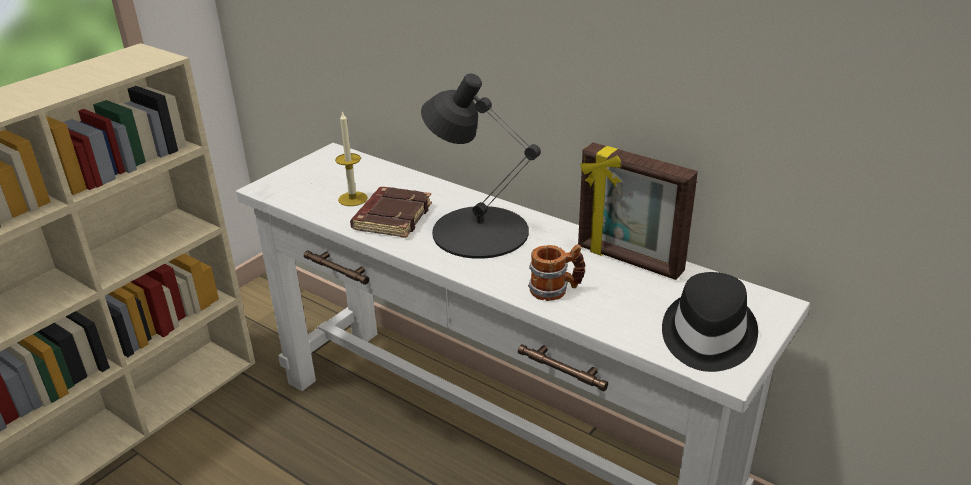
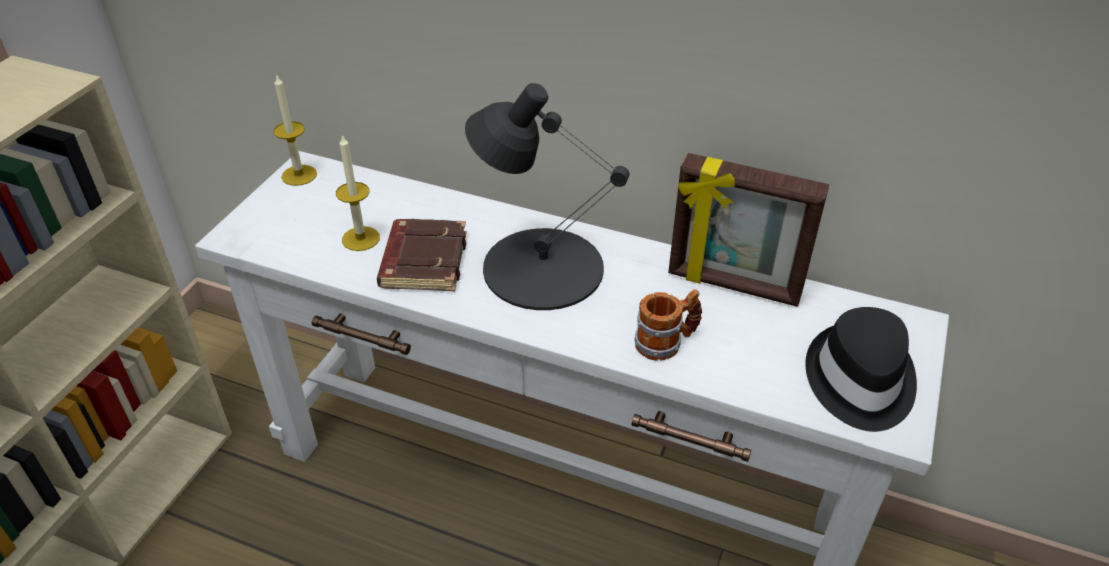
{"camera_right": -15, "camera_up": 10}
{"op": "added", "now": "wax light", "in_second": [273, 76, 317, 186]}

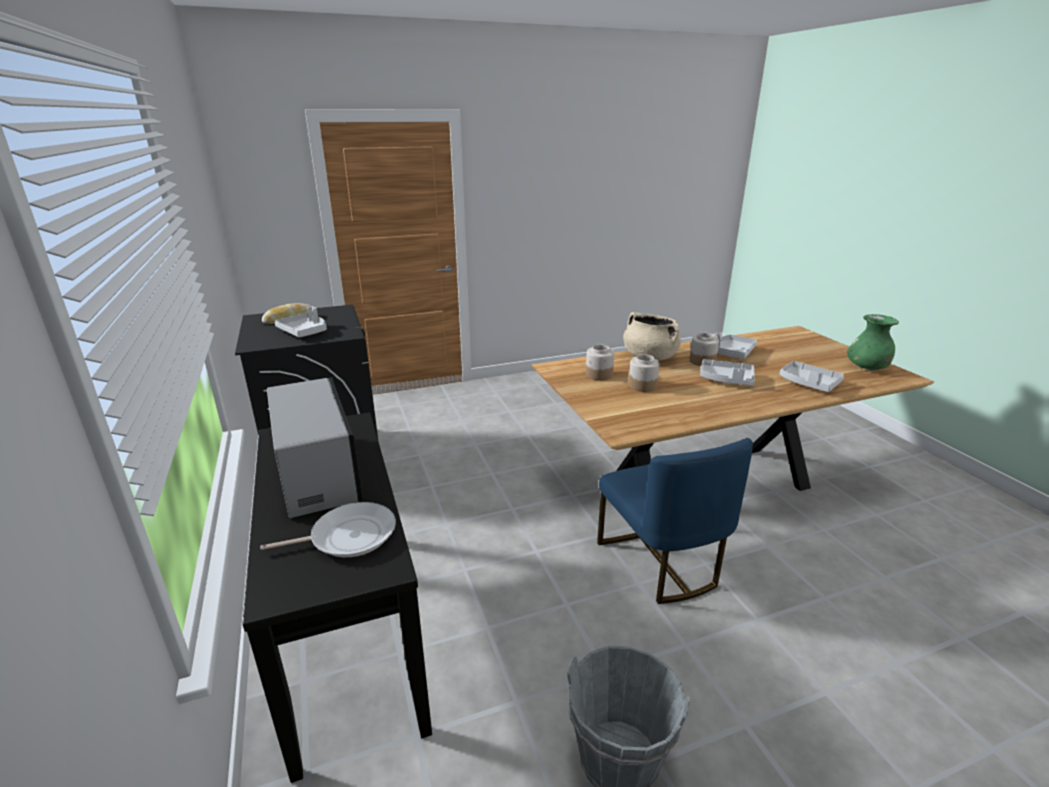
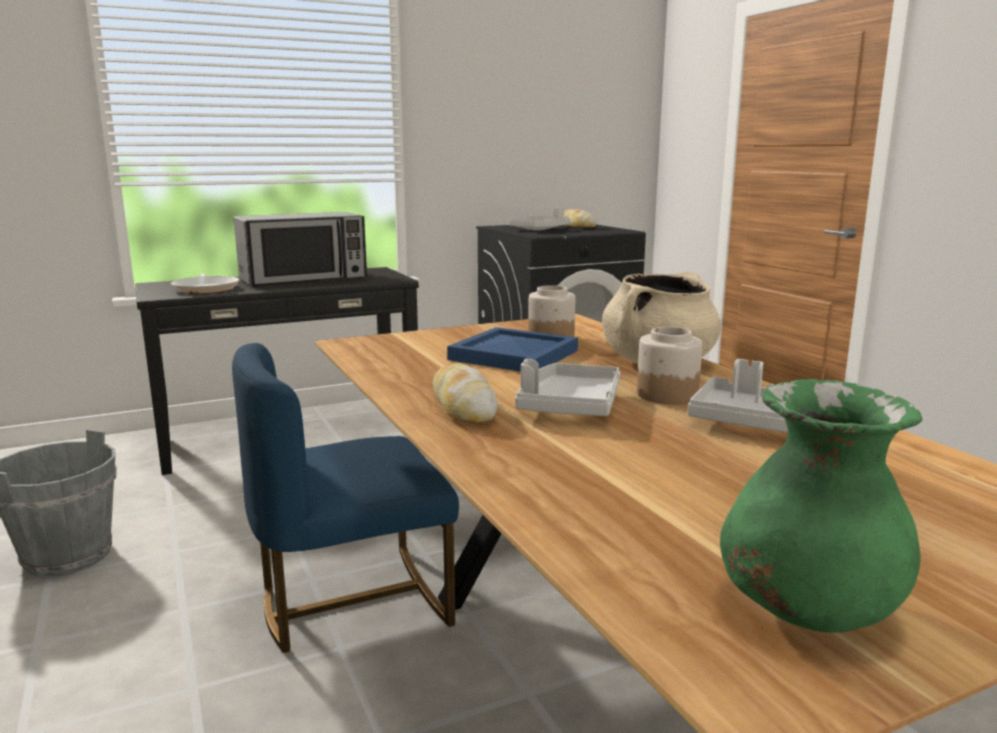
{"camera_right": 85, "camera_up": -10}
{"op": "removed", "was": "grey tray", "in_first": [780, 361, 844, 392]}
{"op": "added", "now": "baked bread", "in_second": [432, 363, 498, 423]}
{"op": "replaced", "was": "jar", "now": "blue-coloured tray", "in_first": [629, 354, 660, 392], "in_second": [447, 327, 578, 372]}

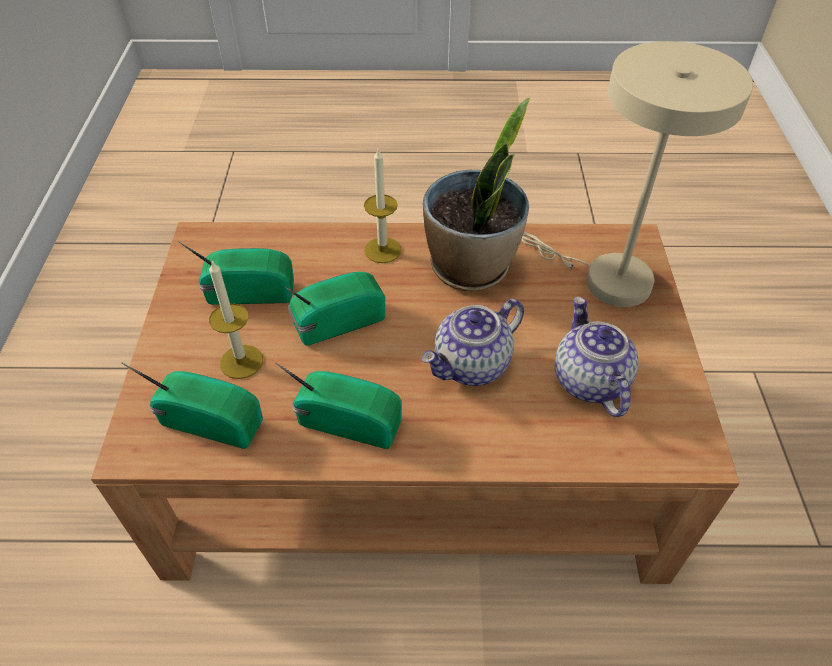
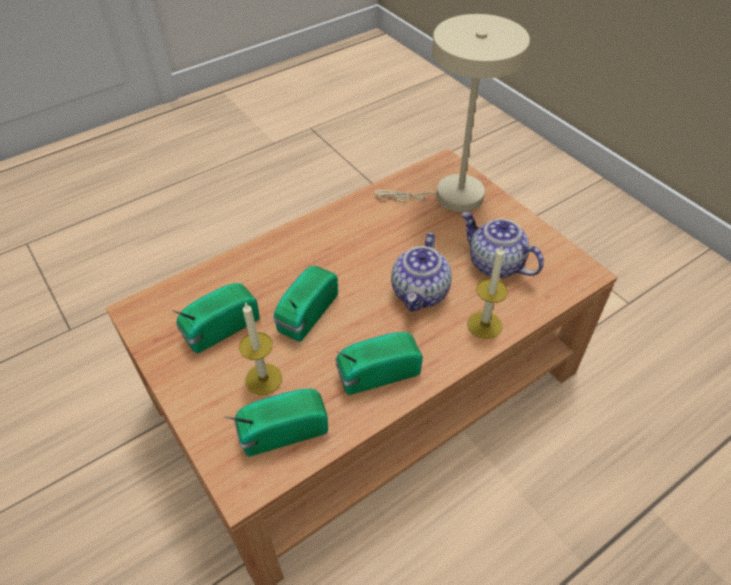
{"camera_right": -35, "camera_up": 0}
{"op": "removed", "was": "potted plant", "in_first": [423, 98, 530, 291]}
{"op": "moved", "was": "wax light", "in_first": [364, 149, 402, 263], "in_second": [467, 246, 508, 339]}

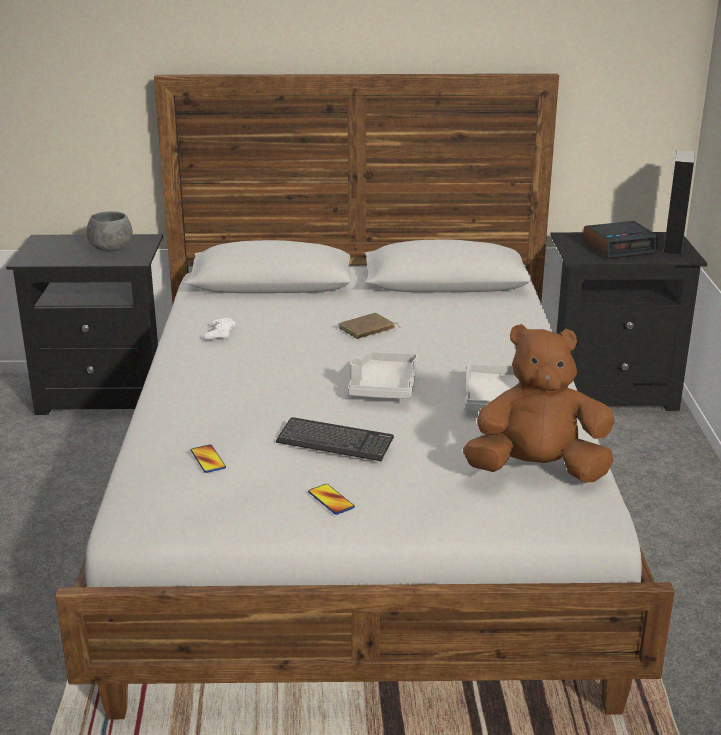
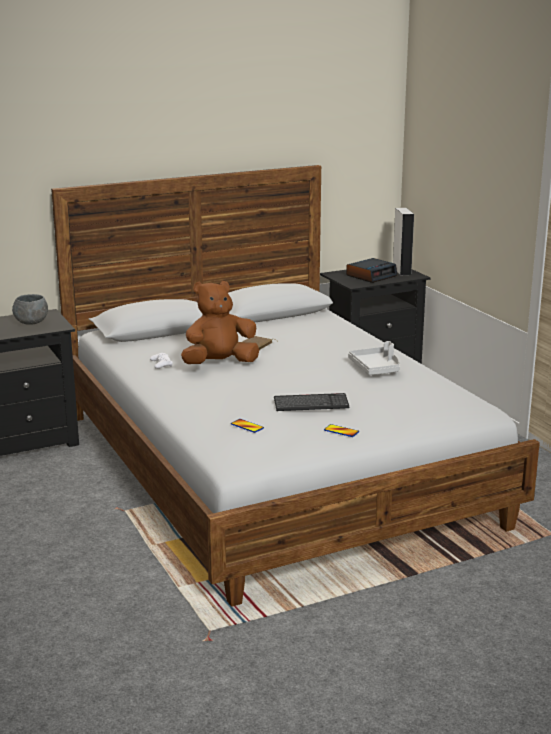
{"camera_right": -25, "camera_up": -5}
{"op": "removed", "was": "grey tray", "in_first": [348, 352, 418, 399]}
{"op": "moved", "was": "brownish plush toy", "in_first": [463, 324, 614, 482], "in_second": [181, 281, 259, 364]}

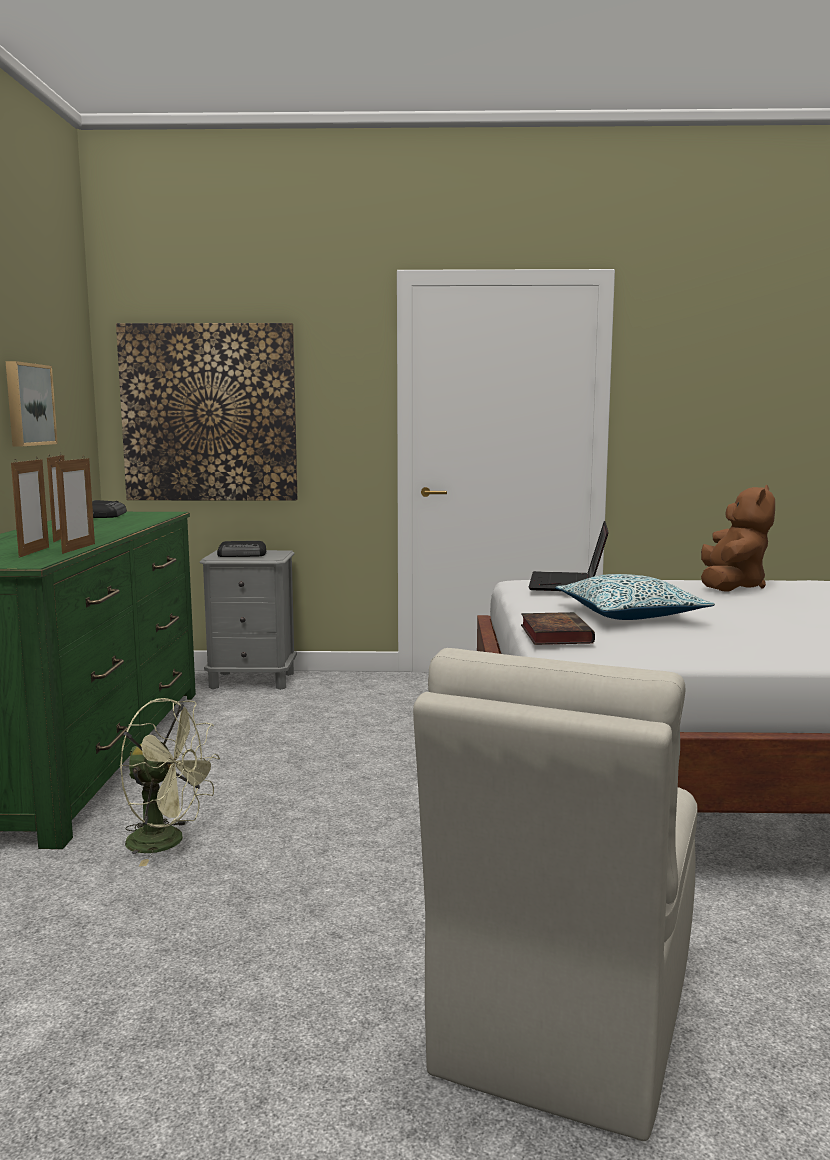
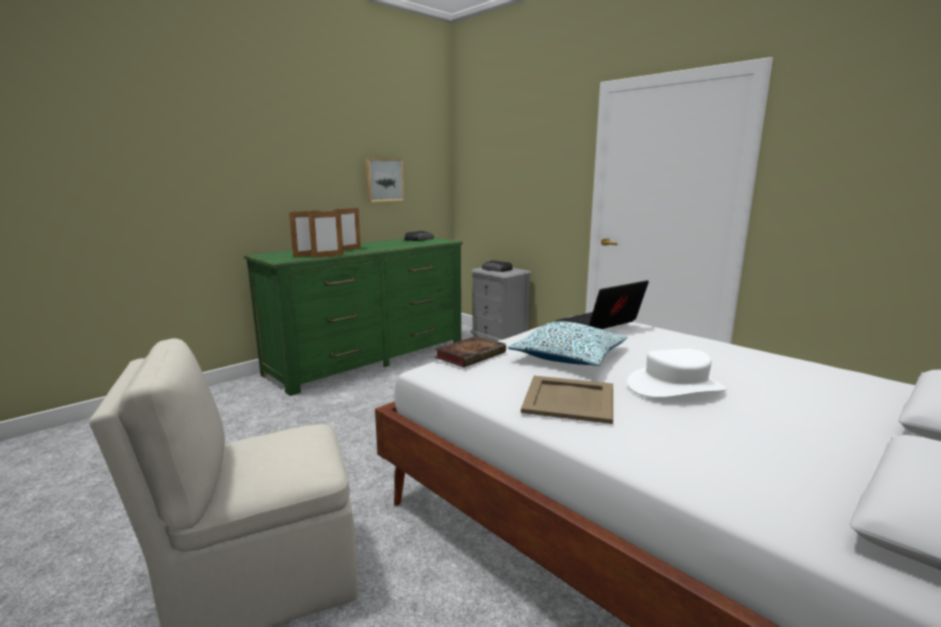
{"camera_right": 45, "camera_up": 5}
{"op": "removed", "was": "picture", "in_first": [116, 323, 298, 501]}
{"op": "removed", "was": "greenish fan", "in_first": [120, 698, 220, 867]}
{"op": "removed", "was": "brownish plush toy", "in_first": [701, 485, 775, 592]}
{"op": "added", "now": "beige-coloured tray", "in_second": [521, 376, 613, 424]}
{"op": "added", "now": "white-coloured hat", "in_second": [627, 349, 727, 398]}

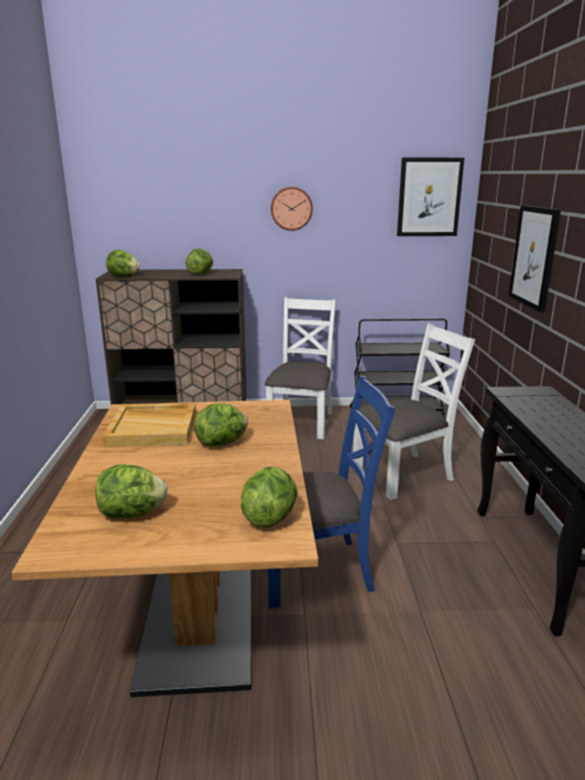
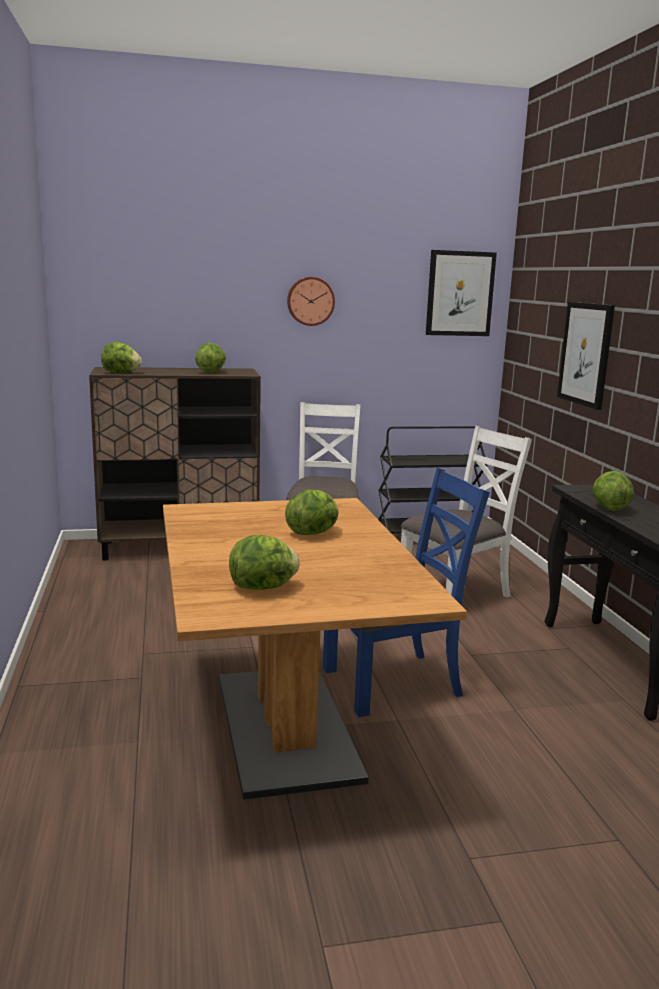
{"camera_right": -10, "camera_up": -5}
{"op": "removed", "was": "beige-coloured tray", "in_first": [102, 403, 196, 447]}
{"op": "moved", "was": "lettuce", "in_first": [241, 466, 297, 528], "in_second": [593, 471, 634, 511]}

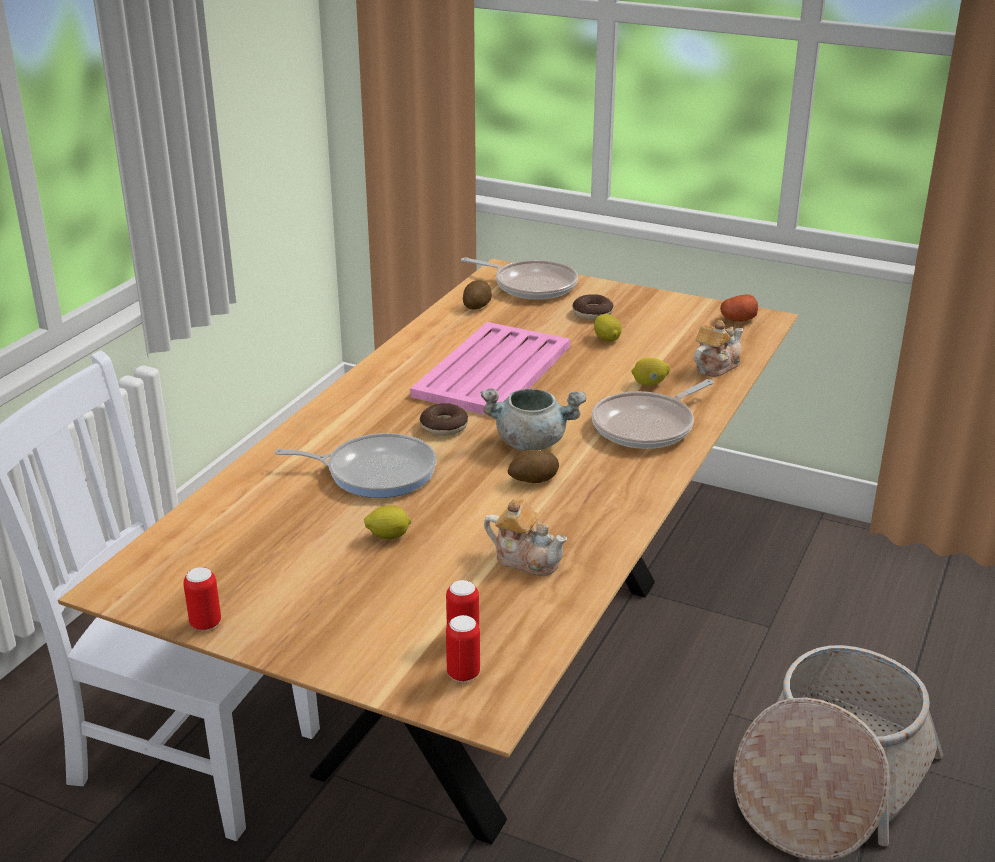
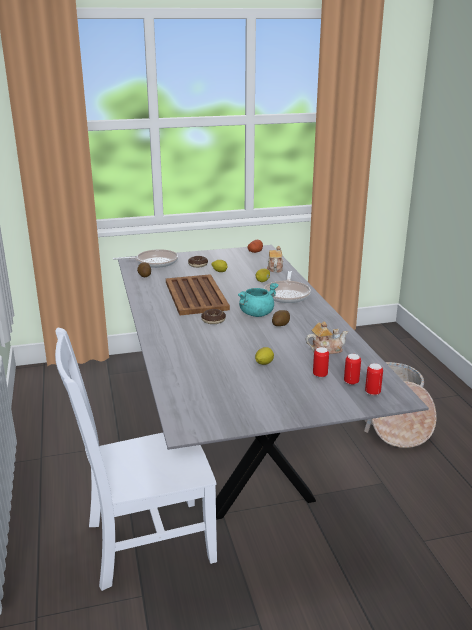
{"camera_right": -40, "camera_up": -5}
{"op": "removed", "was": "frying pan", "in_first": [275, 433, 437, 498]}
{"op": "moved", "was": "sealed can", "in_first": [183, 567, 221, 630], "in_second": [313, 347, 329, 378]}
{"op": "recoloured", "was": "brownish kitchen table", "now": "grey kitchen table", "in_first": [58, 259, 798, 844], "in_second": [118, 245, 429, 520]}
{"op": "recoloured", "was": "pink-coloured tray", "now": "brownish tray", "in_first": [410, 322, 570, 415], "in_second": [166, 274, 230, 315]}
{"op": "recoloured", "was": "grey saucepot", "now": "turquoise saucepot", "in_first": [481, 388, 586, 451], "in_second": [238, 283, 279, 317]}

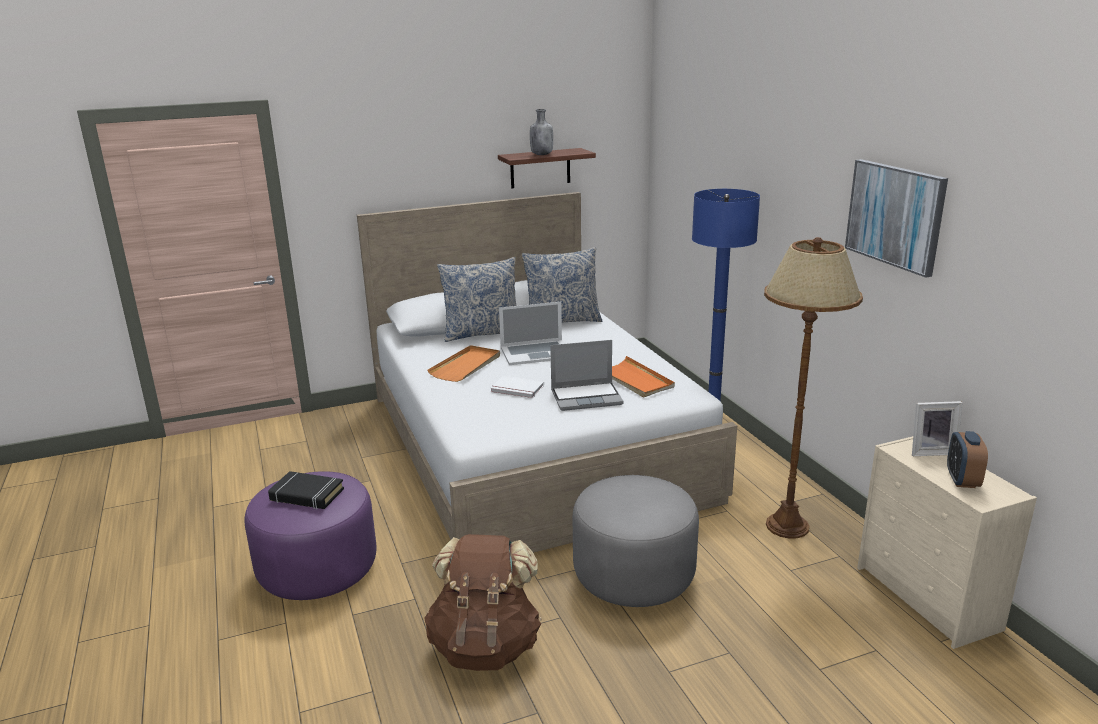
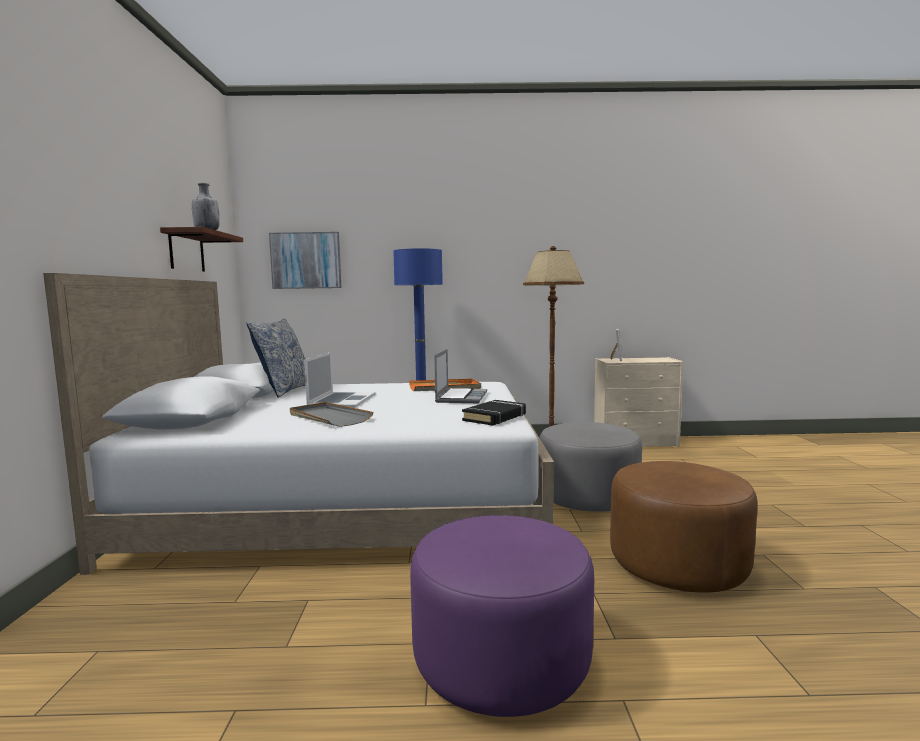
{"camera_right": -70, "camera_up": -15}
{"op": "removed", "was": "throw pillow", "in_first": [437, 257, 517, 342]}
{"op": "removed", "was": "white-coloured bound book", "in_first": [491, 376, 544, 398]}
{"op": "removed", "was": "table clock", "in_first": [947, 431, 988, 488]}
{"op": "moved", "was": "black bound book", "in_first": [268, 471, 344, 509], "in_second": [462, 400, 526, 426]}
{"op": "moved", "was": "picture", "in_first": [845, 159, 948, 278], "in_second": [269, 232, 341, 289]}
{"op": "replaced", "was": "brownish rucksack", "now": "brownish footrest", "in_first": [424, 534, 542, 671], "in_second": [610, 461, 758, 593]}
{"op": "recoloured", "was": "orange-coloured tray", "now": "grey tray", "in_first": [428, 345, 500, 382], "in_second": [290, 402, 374, 427]}

